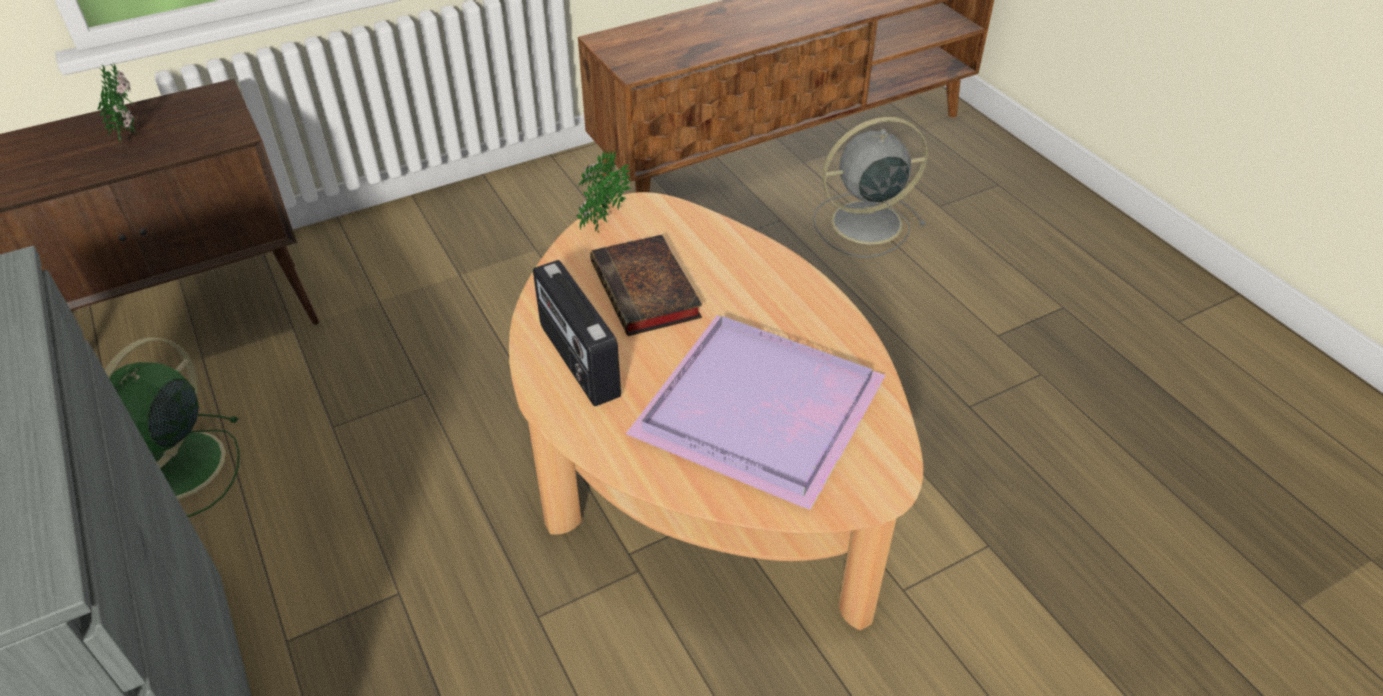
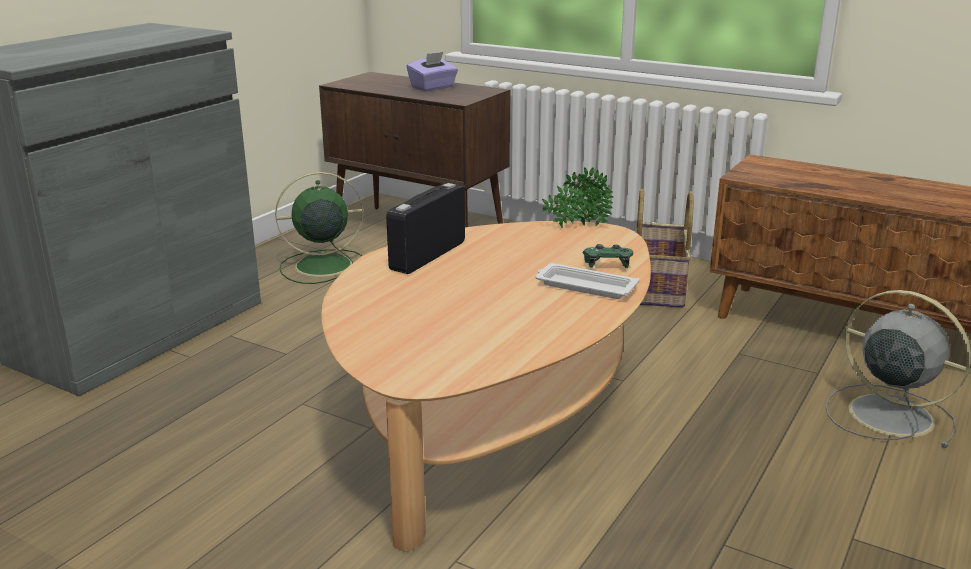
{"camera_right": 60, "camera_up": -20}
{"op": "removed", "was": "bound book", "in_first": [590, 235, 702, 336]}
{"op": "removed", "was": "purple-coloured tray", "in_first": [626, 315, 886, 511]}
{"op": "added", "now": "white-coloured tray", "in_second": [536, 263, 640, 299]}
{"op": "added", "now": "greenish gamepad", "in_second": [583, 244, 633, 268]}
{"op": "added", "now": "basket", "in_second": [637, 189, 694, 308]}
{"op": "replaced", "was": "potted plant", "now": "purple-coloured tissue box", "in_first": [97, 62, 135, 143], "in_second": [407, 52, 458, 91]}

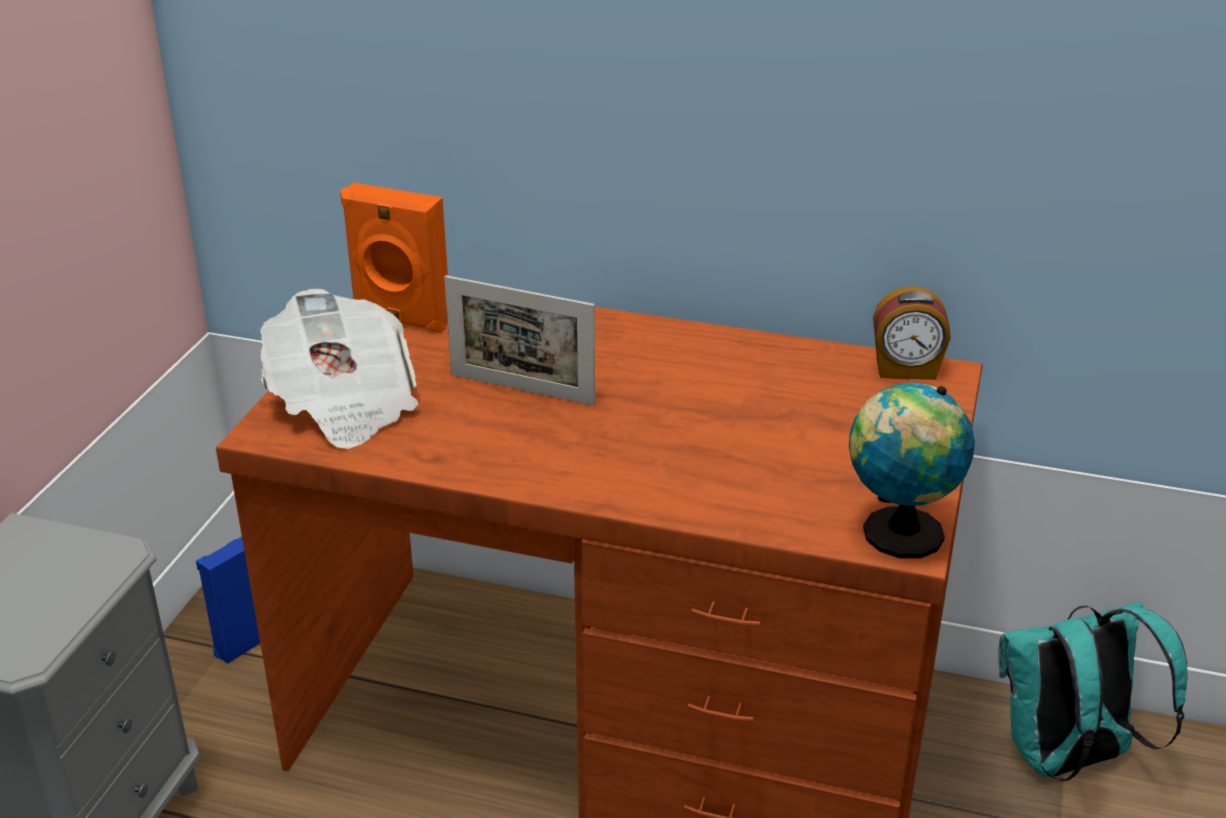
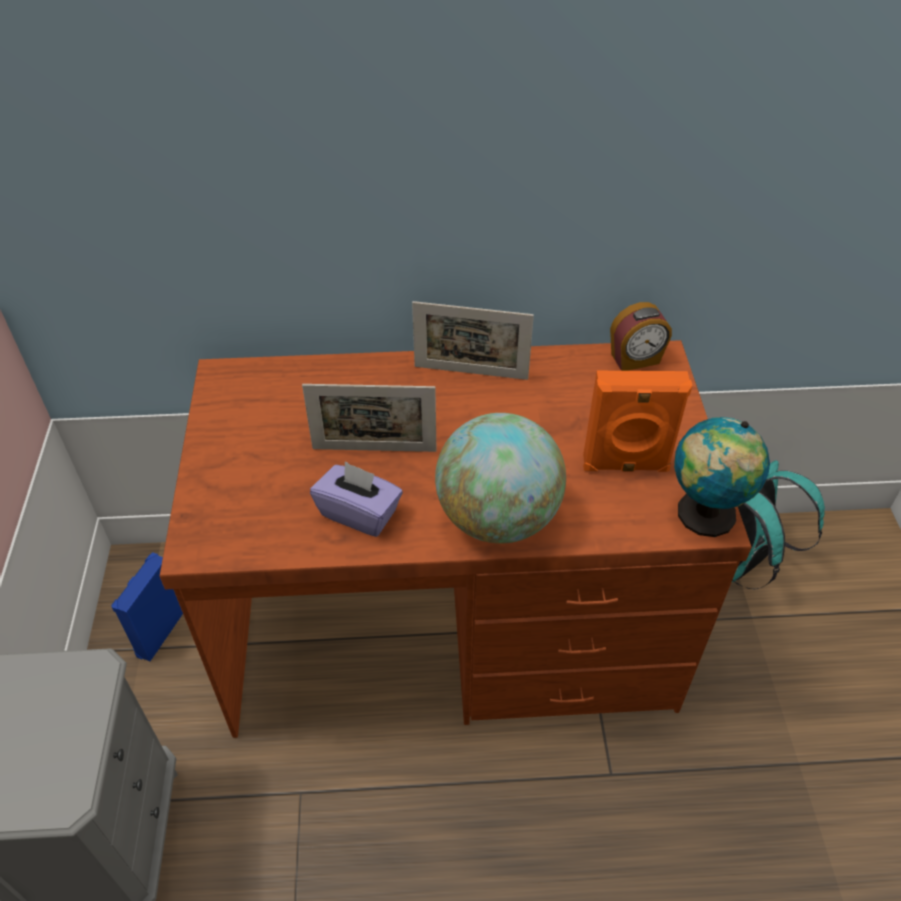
{"camera_right": -20, "camera_up": 15}
{"op": "removed", "was": "newspaper", "in_first": [260, 289, 418, 449]}
{"op": "added", "now": "purple-coloured tissue box", "in_second": [310, 461, 403, 537]}
{"op": "added", "now": "picture frame", "in_second": [412, 301, 534, 380]}
{"op": "added", "now": "globe", "in_second": [435, 413, 566, 544]}
{"op": "moved", "was": "orange-coloured speaker", "in_first": [340, 183, 448, 333], "in_second": [583, 371, 692, 472]}

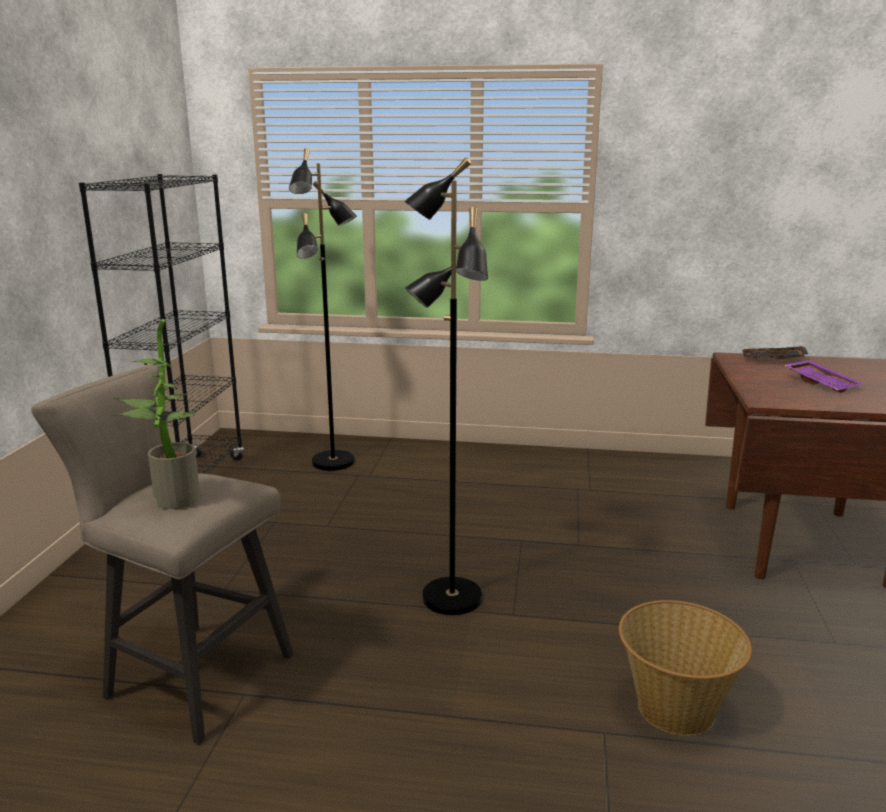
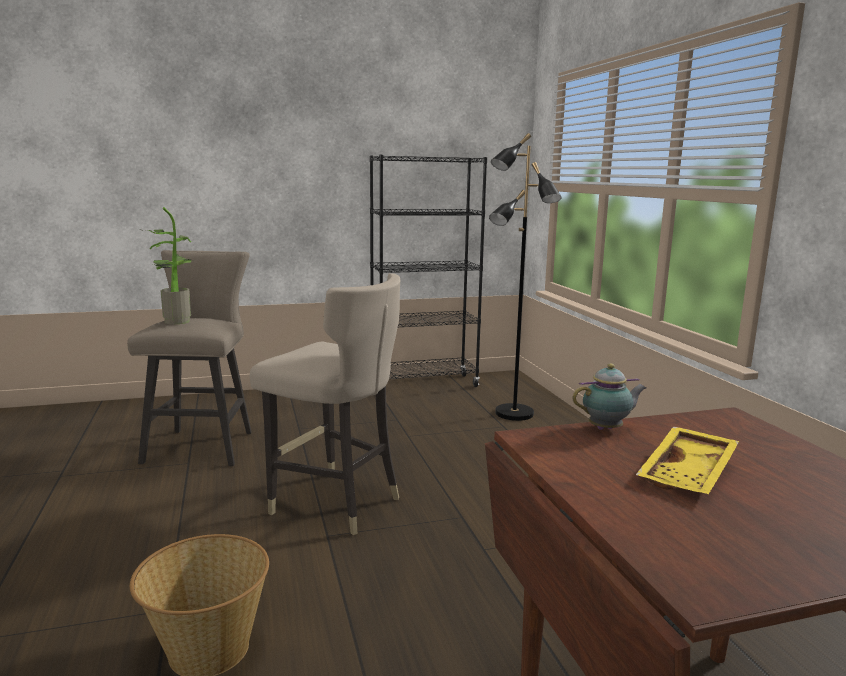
{"camera_right": 65, "camera_up": -5}
{"op": "removed", "was": "black tray", "in_first": [742, 346, 808, 360]}
{"op": "added", "now": "pot for tea", "in_second": [572, 363, 647, 430]}
{"op": "replaced", "was": "black standing lamp", "now": "beige-coloured stool", "in_first": [405, 157, 488, 615], "in_second": [250, 273, 401, 535]}
{"op": "recoloured", "was": "purple-coloured tray", "now": "yellow-coloured tray", "in_first": [784, 360, 864, 393], "in_second": [636, 426, 739, 494]}

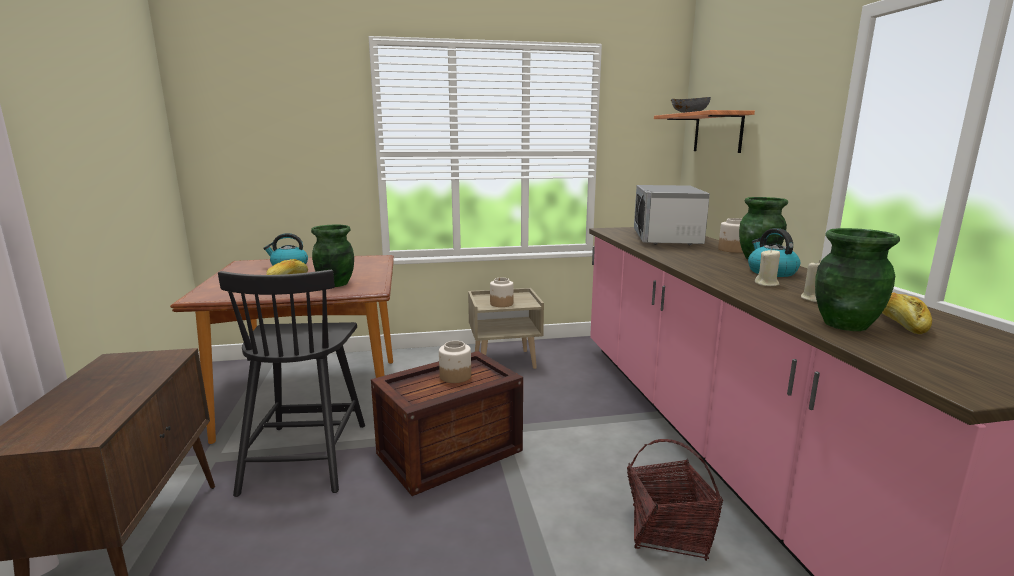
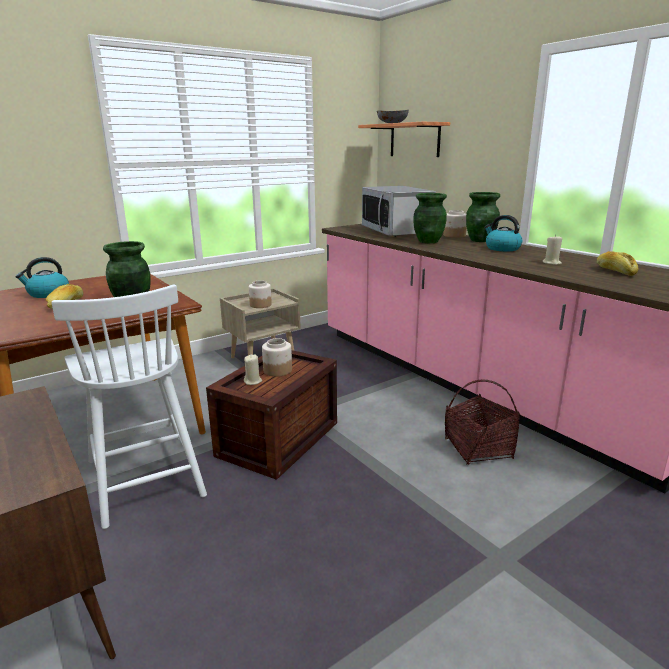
{"camera_right": -25, "camera_up": 5}
{"op": "moved", "was": "beige-coloured wax light", "in_first": [755, 249, 780, 286], "in_second": [244, 355, 262, 385]}
{"op": "moved", "was": "greenish vase", "in_first": [815, 228, 900, 331], "in_second": [413, 193, 447, 243]}
{"op": "recoloured", "was": "black upright chair", "now": "white-coloured upright chair", "in_first": [218, 270, 365, 497], "in_second": [51, 285, 207, 529]}

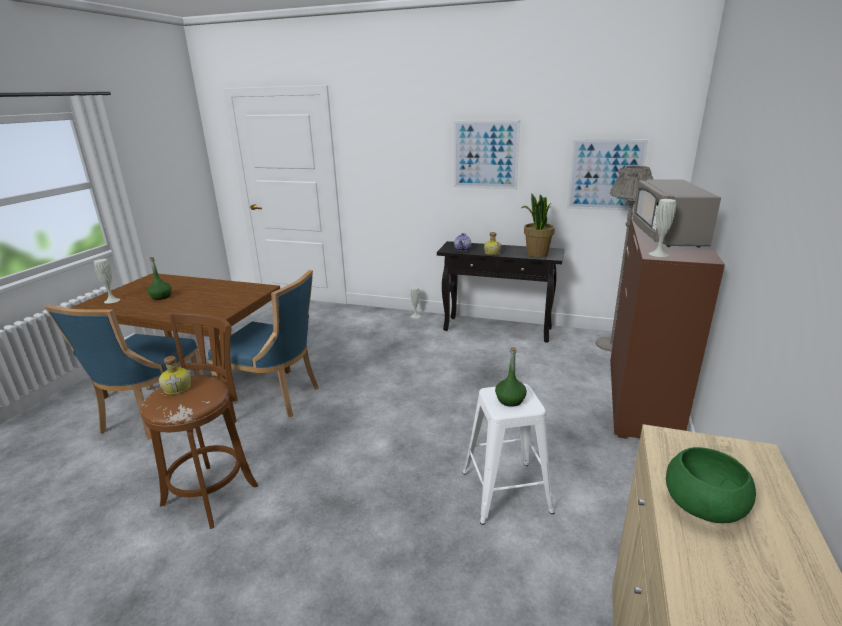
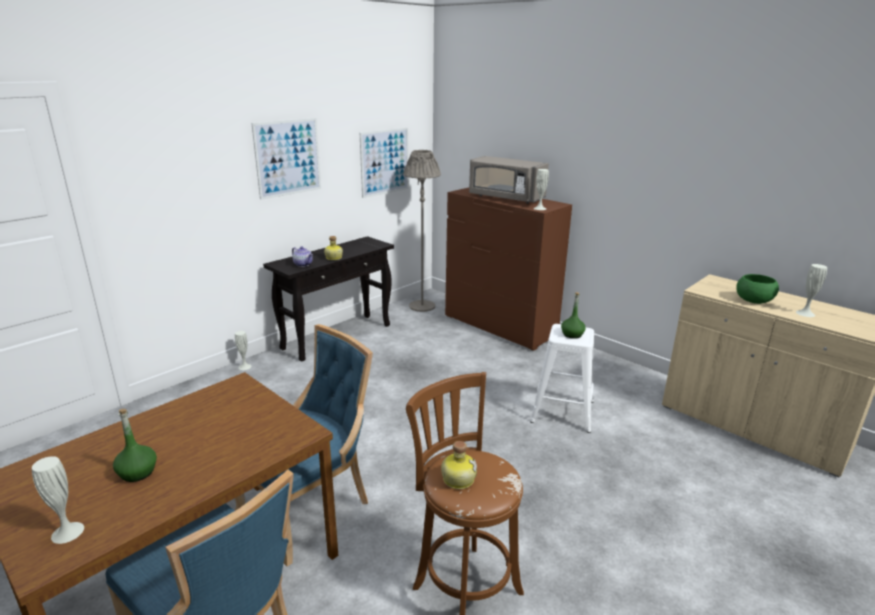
{"camera_right": -65, "camera_up": 0}
{"op": "removed", "was": "potted plant", "in_first": [521, 193, 555, 257]}
{"op": "added", "now": "white-coloured vase", "in_second": [796, 264, 827, 317]}

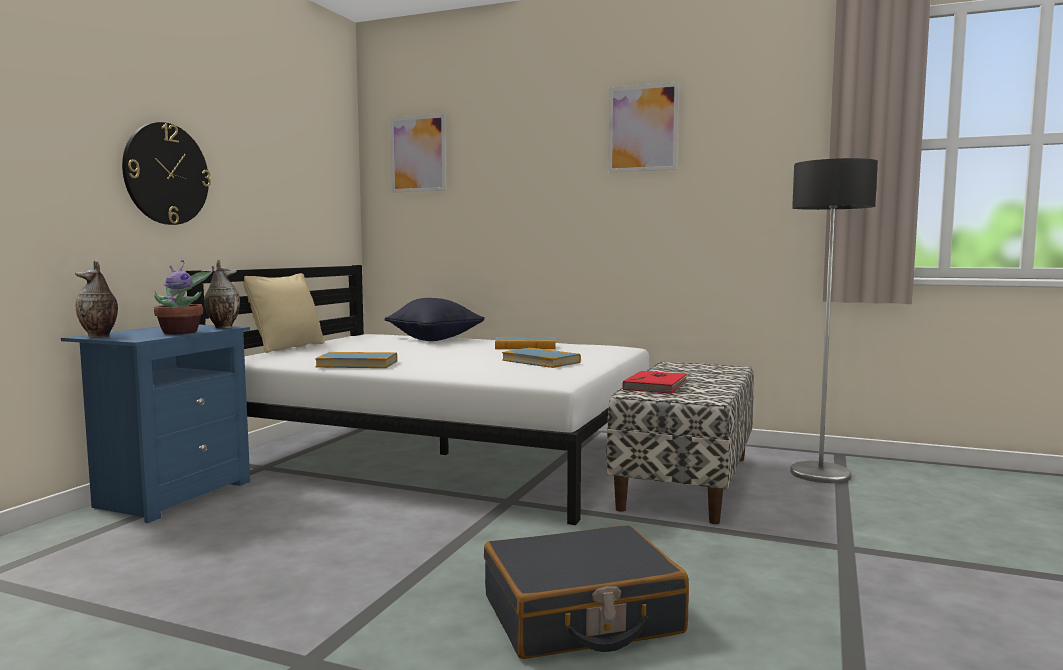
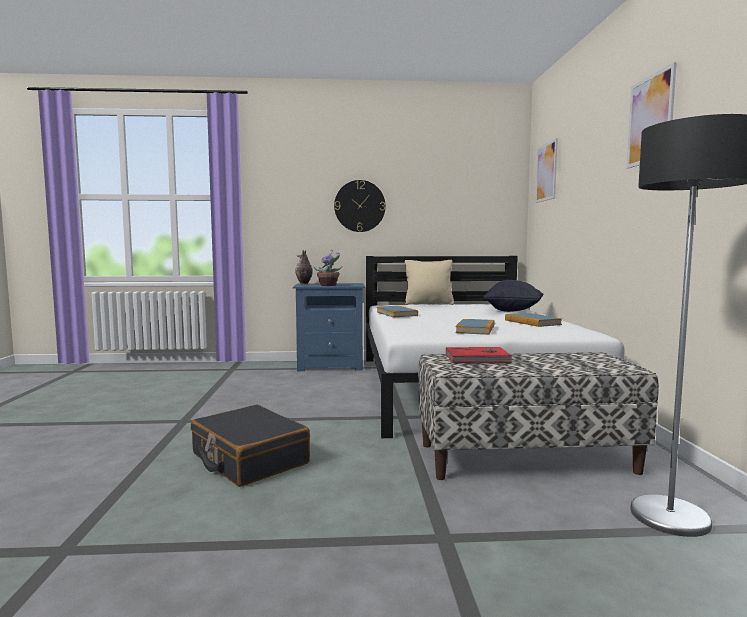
{"camera_right": 65, "camera_up": 0}
{"op": "removed", "was": "vase", "in_first": [204, 259, 240, 328]}

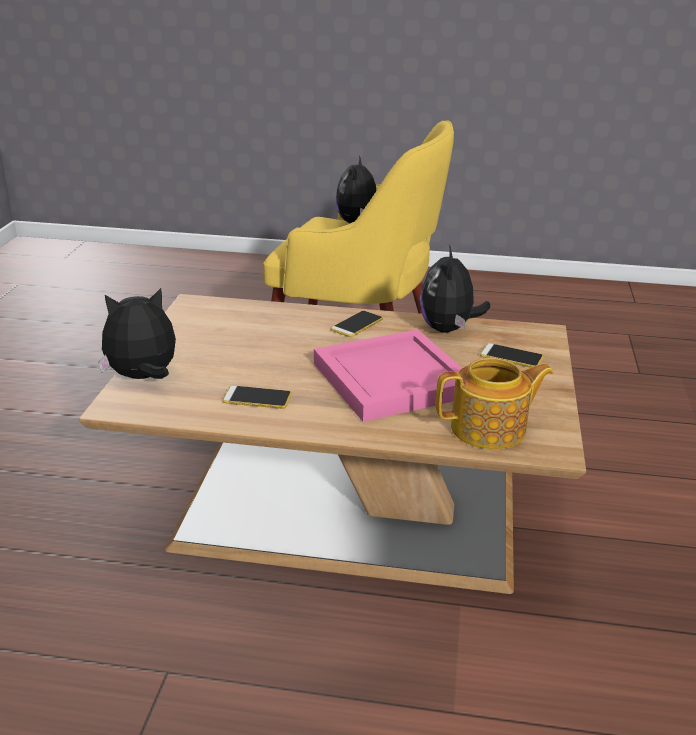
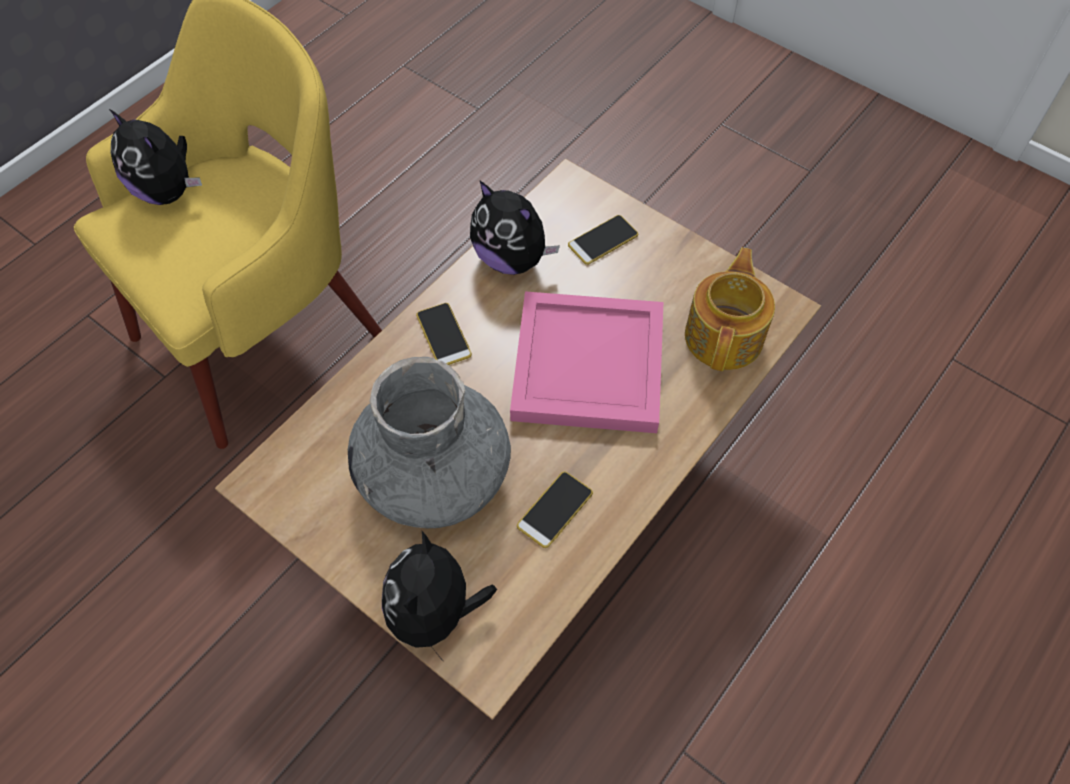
{"camera_right": -60, "camera_up": 30}
{"op": "added", "now": "grey vase", "in_second": [348, 357, 511, 528]}

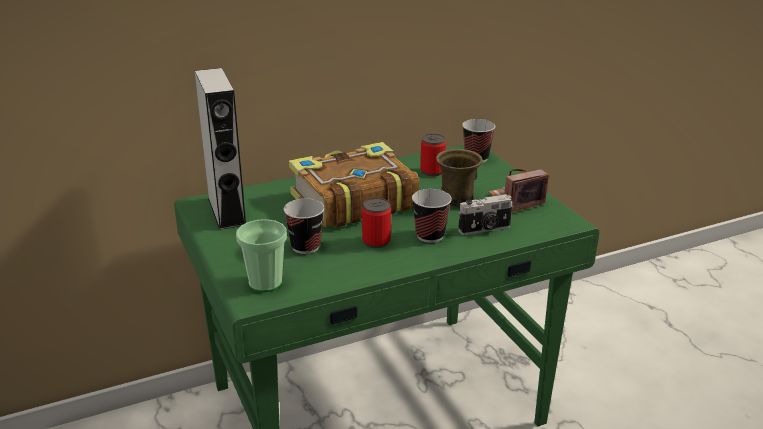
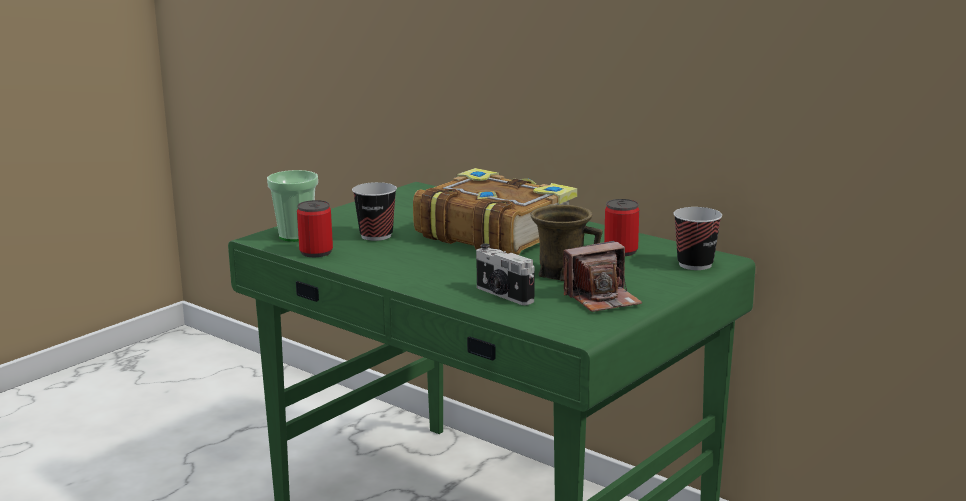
{"camera_right": 65, "camera_up": -10}
{"op": "removed", "was": "grey speaker", "in_first": [195, 68, 246, 230]}
{"op": "removed", "was": "drinking cup", "in_first": [412, 189, 452, 243]}
{"op": "moved", "was": "sealed can", "in_first": [362, 198, 391, 248], "in_second": [297, 200, 333, 257]}
{"op": "turned", "was": "still camera", "in_first": [488, 169, 549, 212], "in_second": [563, 241, 642, 312], "clockwise": 120}

